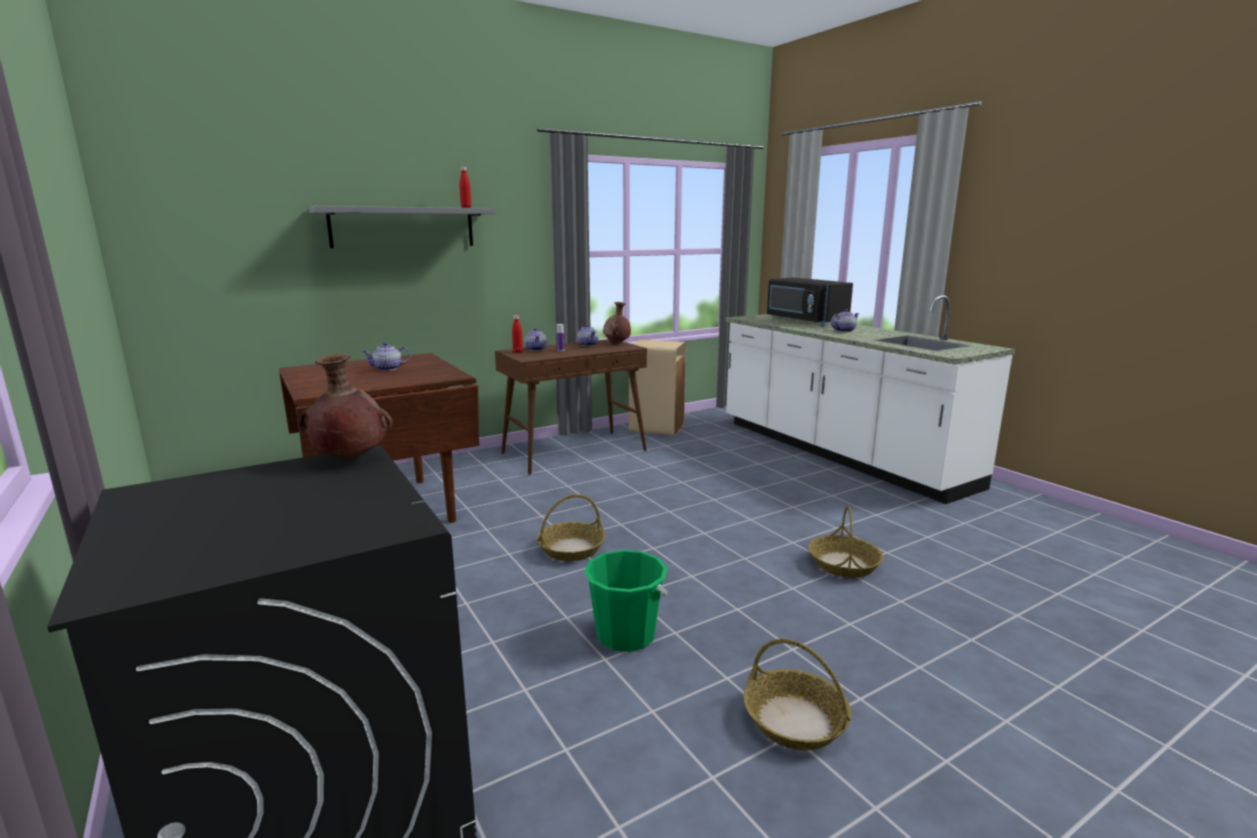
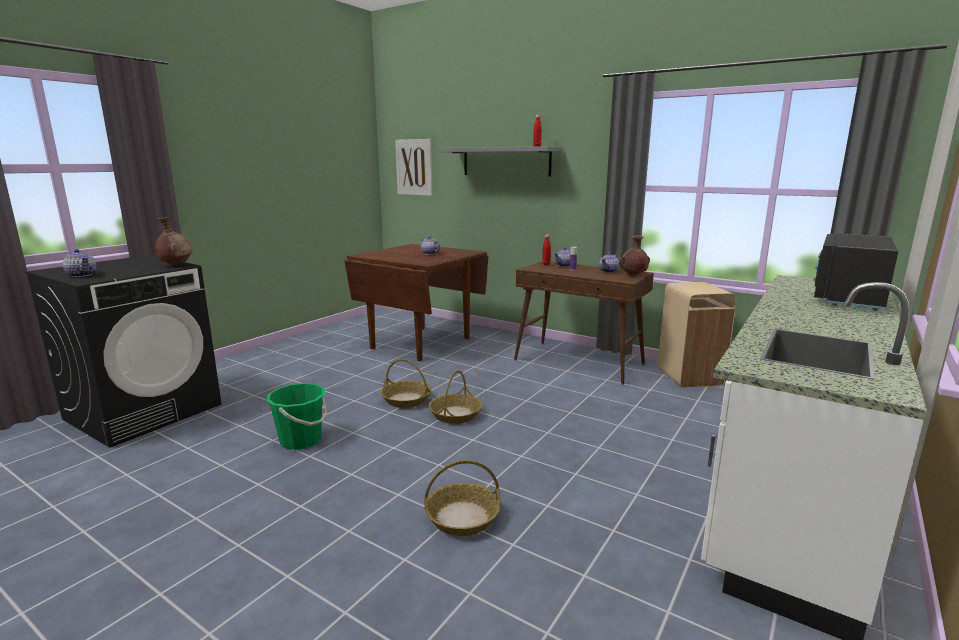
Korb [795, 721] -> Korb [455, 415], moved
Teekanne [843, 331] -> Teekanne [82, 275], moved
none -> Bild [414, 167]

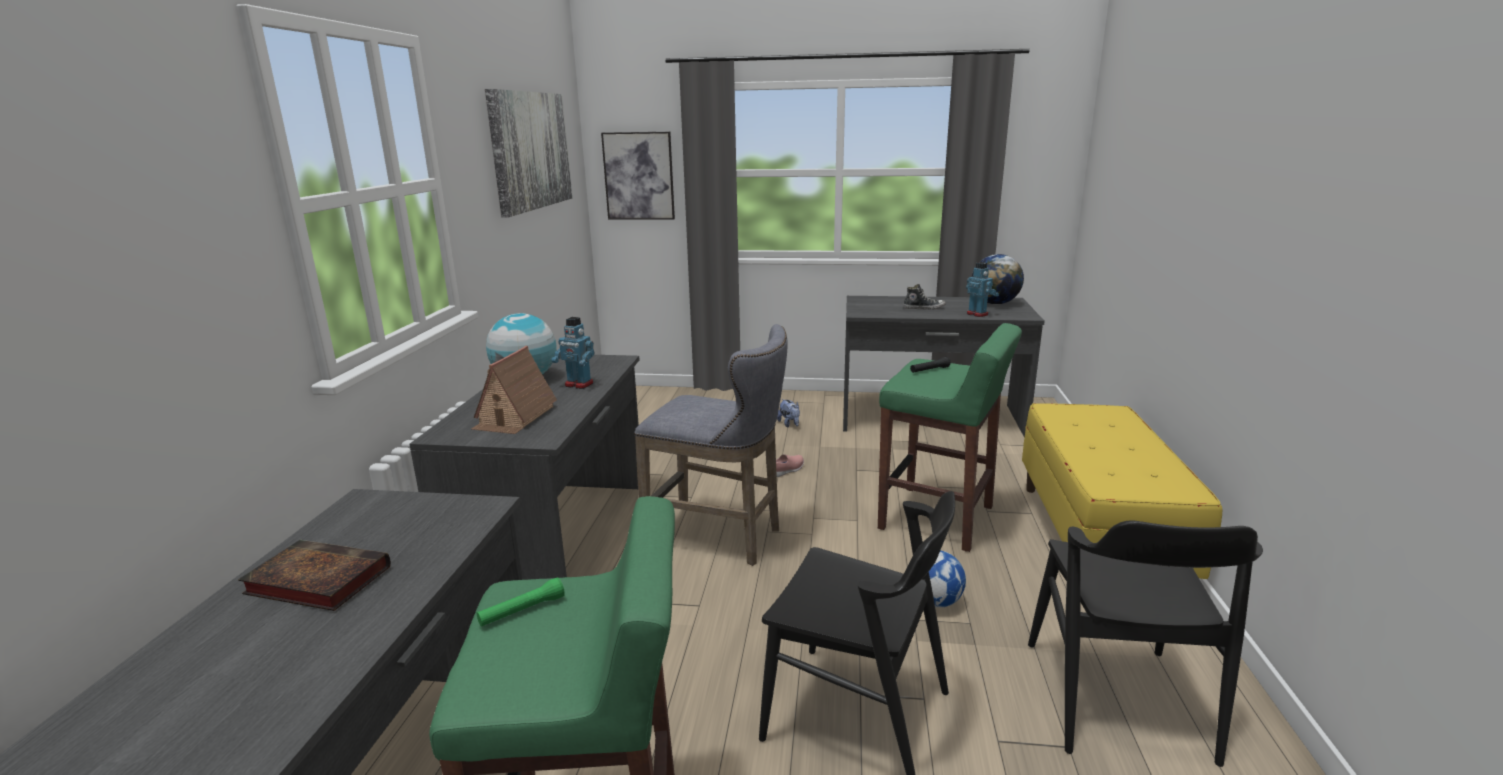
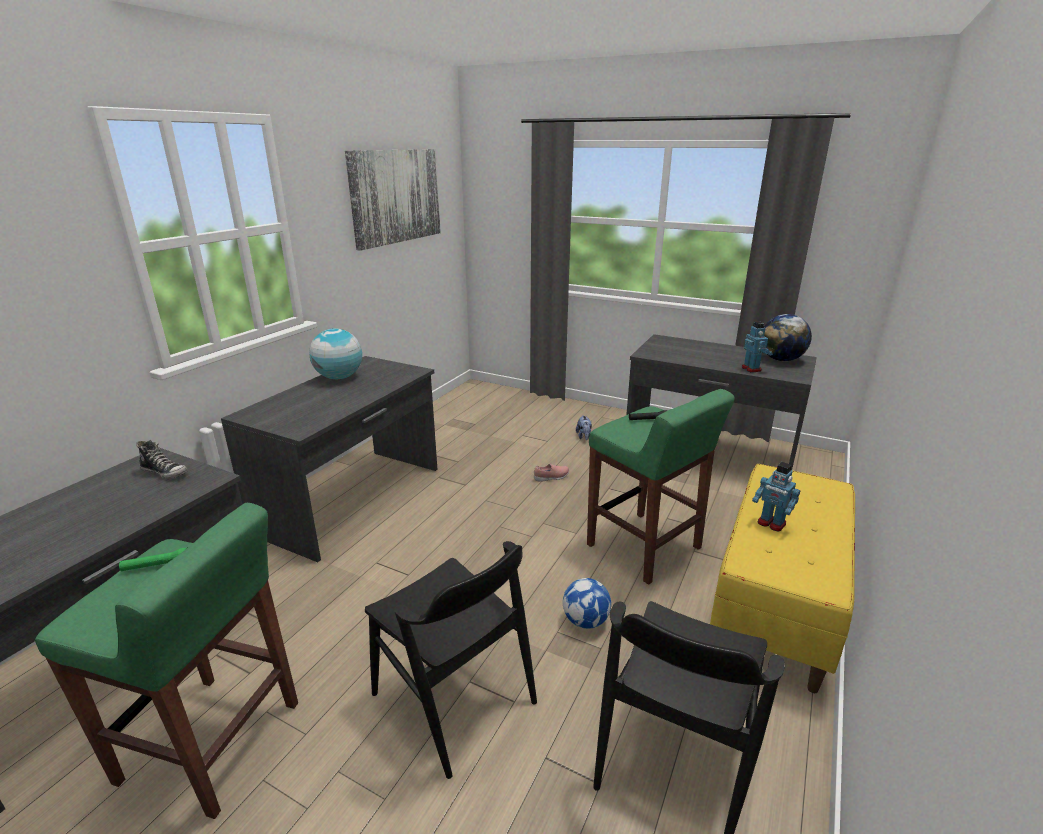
Buch [315, 581] -> none
Spielzeughaus [514, 417] -> none
Spielzeugroboter [578, 384] -> Spielzeugroboter [771, 523], moved
Bild [639, 176] -> none
Hocker/grau [720, 537] -> none
Schuh [924, 308] -> Schuh [165, 472], moved

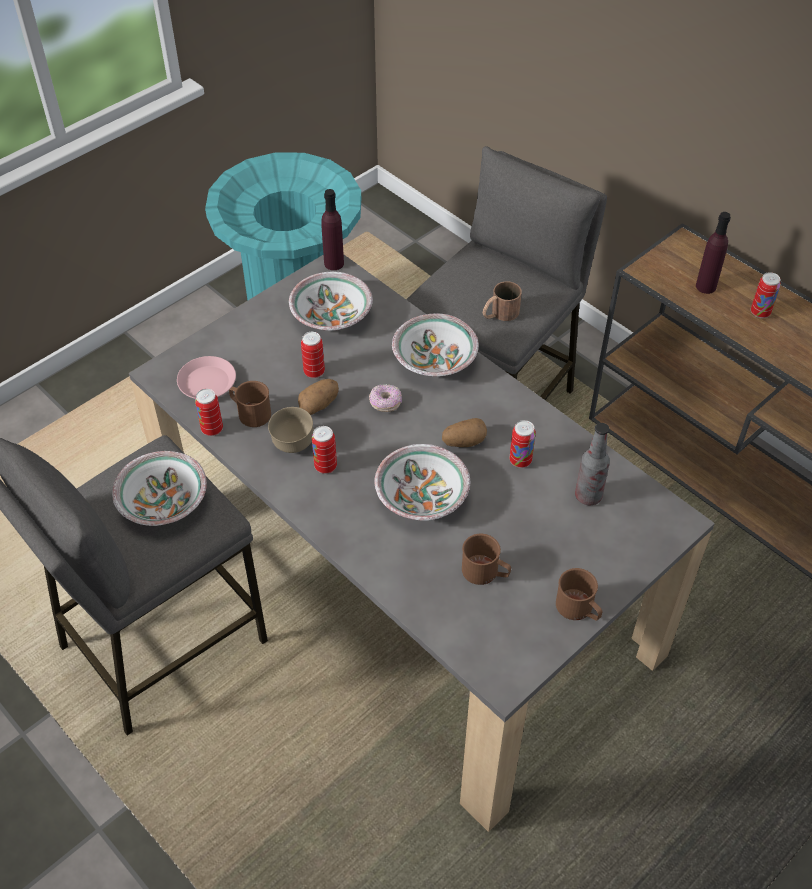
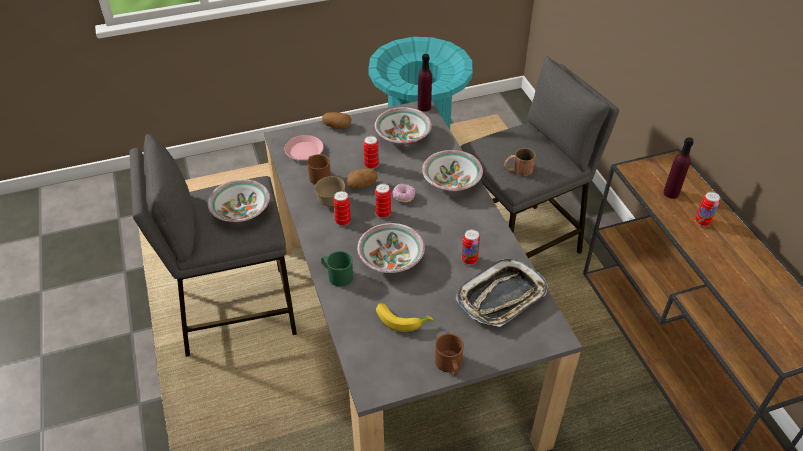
Dose [212, 429] -> Dose [383, 213], moved
Kartoffel [464, 442] -> Kartoffel [337, 126], moved
Henkelbecher/braun [485, 572] -> Banane [402, 319]
Flasche [588, 496] -> Tablett [501, 297]
none -> Henkelbecher/grün [337, 275]

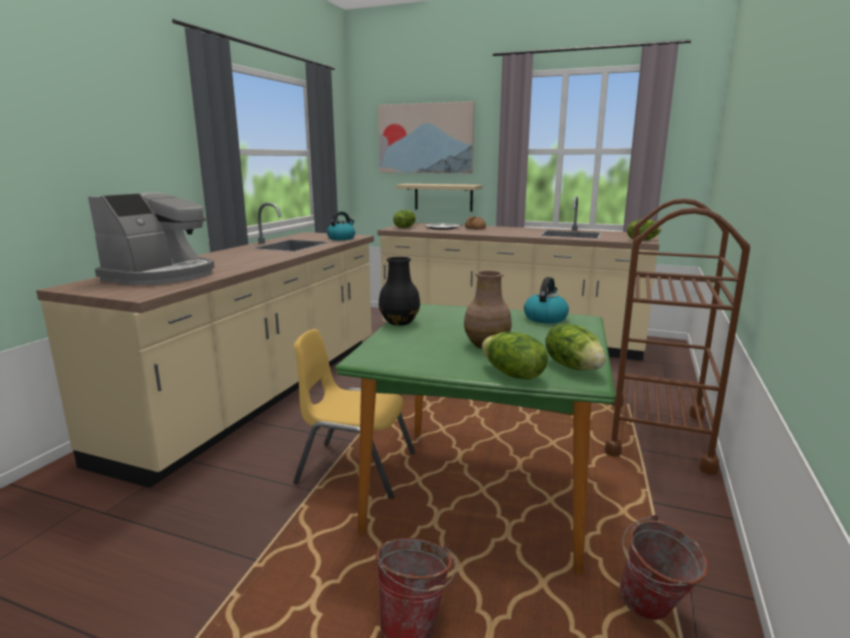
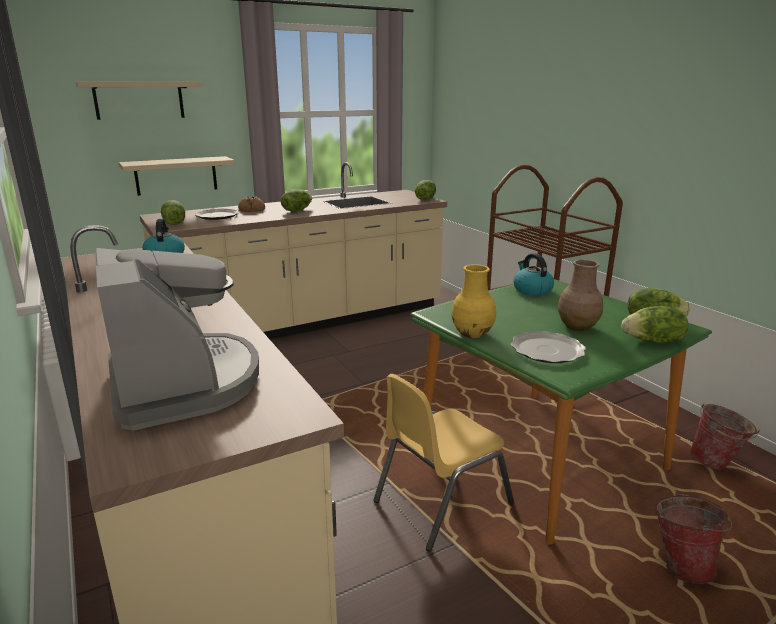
Bild [425, 138] -> Wandregal/beige [139, 100]
Vase/schwarz [400, 322] -> Vase/gelb [472, 333]
none -> Salatkopf [296, 210]
none -> Teller [547, 350]

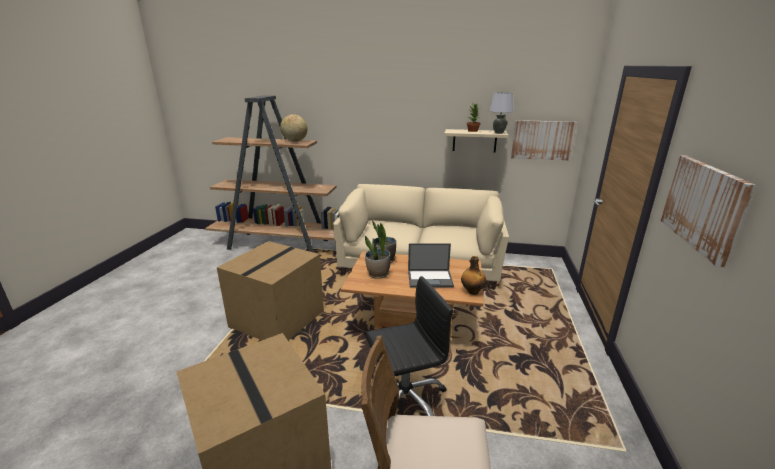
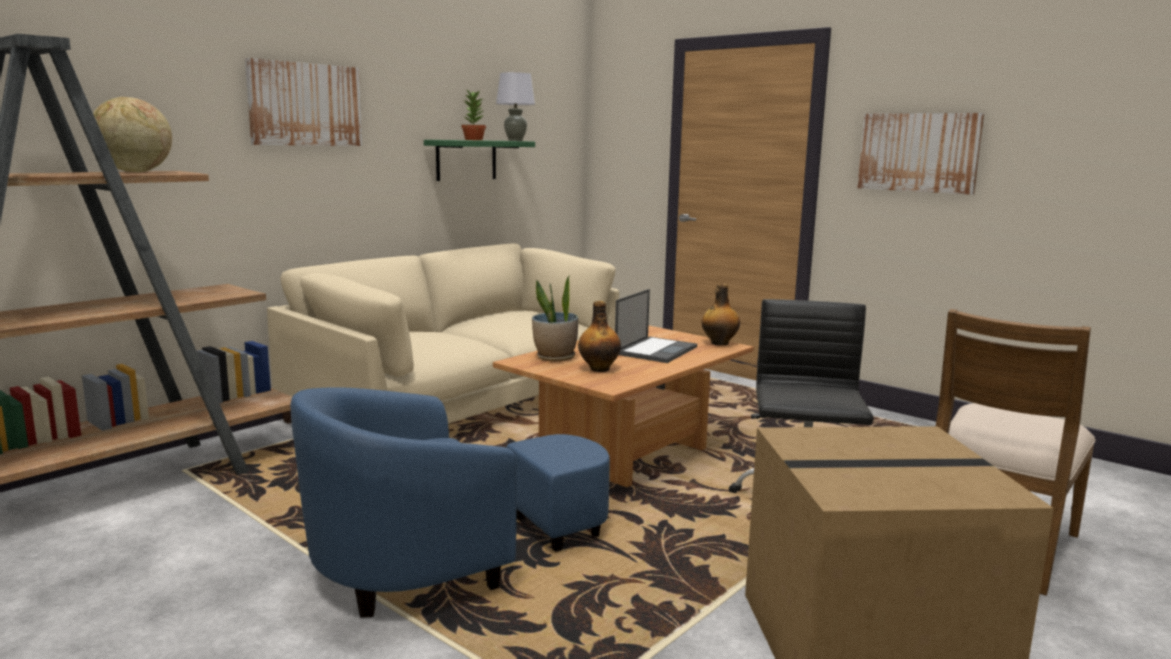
Karton [277, 318] -> Sessel/blau [445, 559]
Topfpflanze [378, 274] -> Flasche [599, 369]
Wandregal/beige [474, 140] -> Wandregal/grün [466, 160]
Bild [542, 140] -> Bild [305, 104], moved

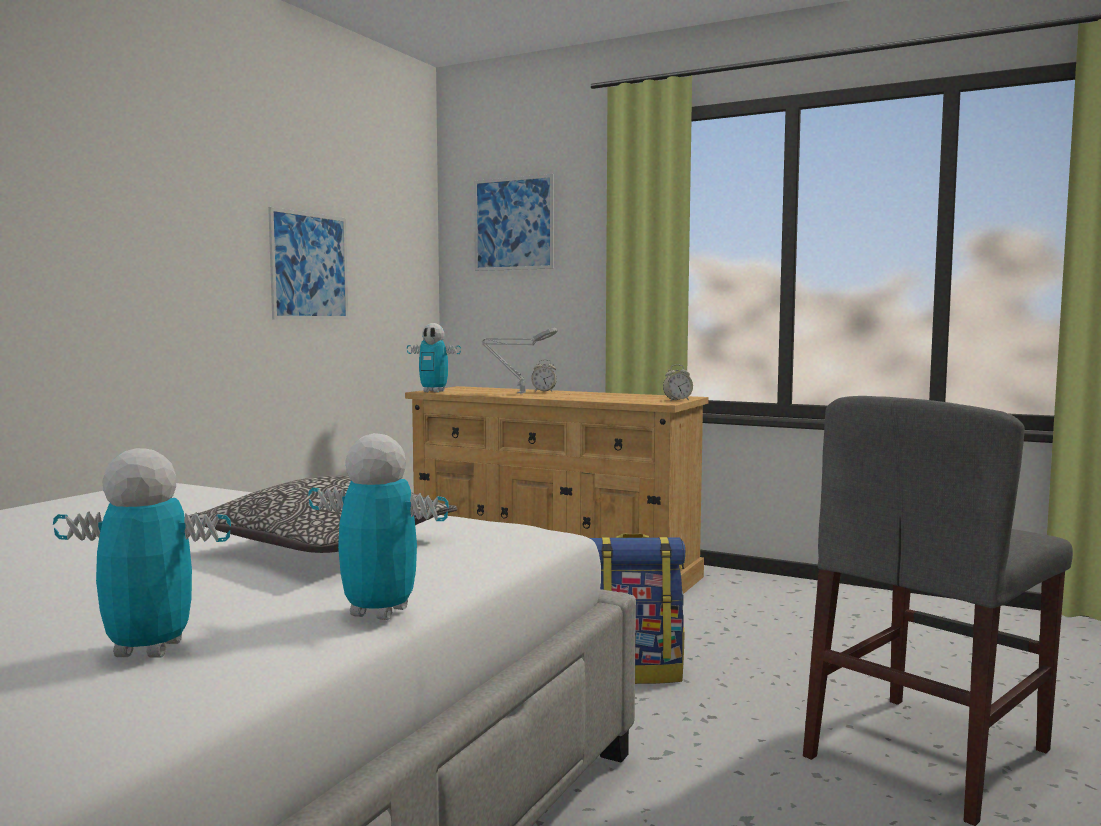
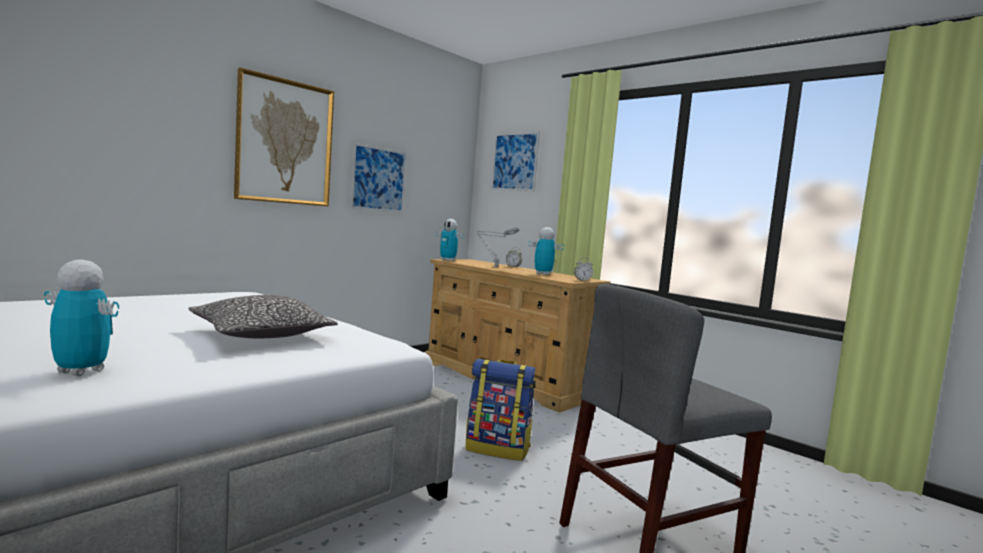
Spielzeugroboter [379, 612] -> Spielzeugroboter [543, 274], moved
none -> Bild [285, 142]

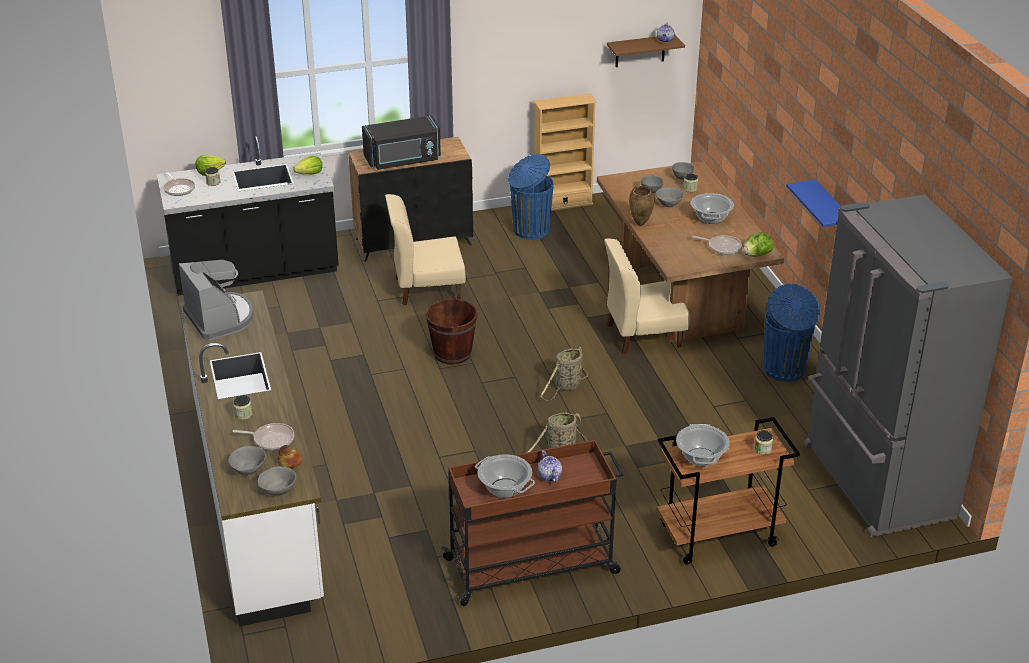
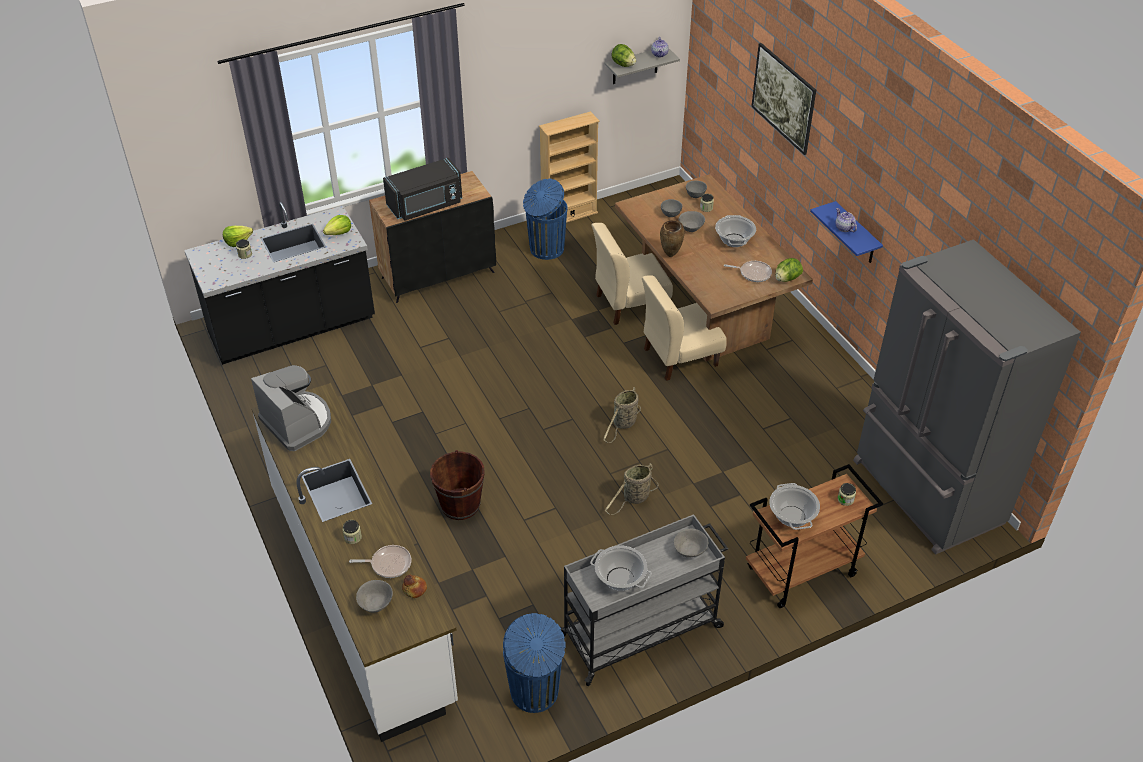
Pfanne [179, 189] -> none
Schüssel/grau [278, 490] -> Schüssel/grau [690, 550], moved
Stuhl/beige [427, 288] -> Stuhl/beige [629, 303], moved
Eimer/braun [452, 353] -> Eimer/braun [460, 505], moved
Rollwagen/braun [533, 566] -> Rollwagen/grau [641, 630]
Teekanne [549, 476] -> Teekanne [844, 228], moved
Wandregal/braun [640, 51] -> Wandregal/grau [635, 66]
Mülleimer/blau [784, 370] -> Mülleimer/blau [535, 693], moved
none -> Salatkopf [623, 65]
none -> Bild [781, 114]

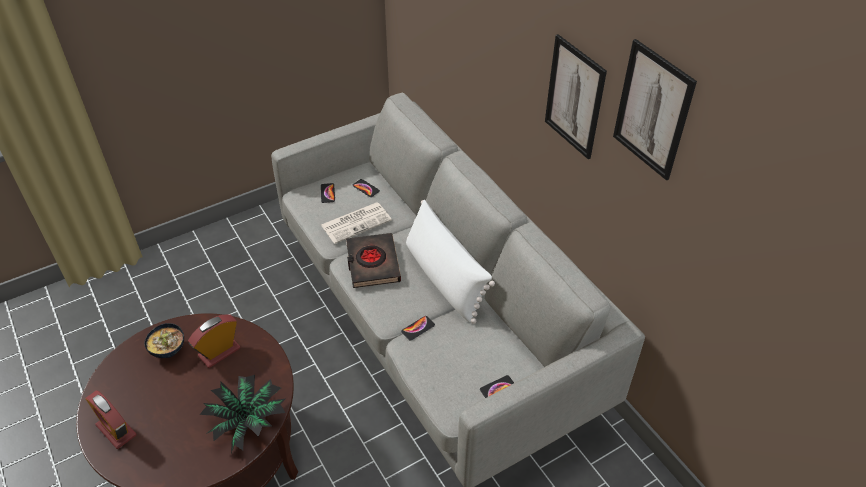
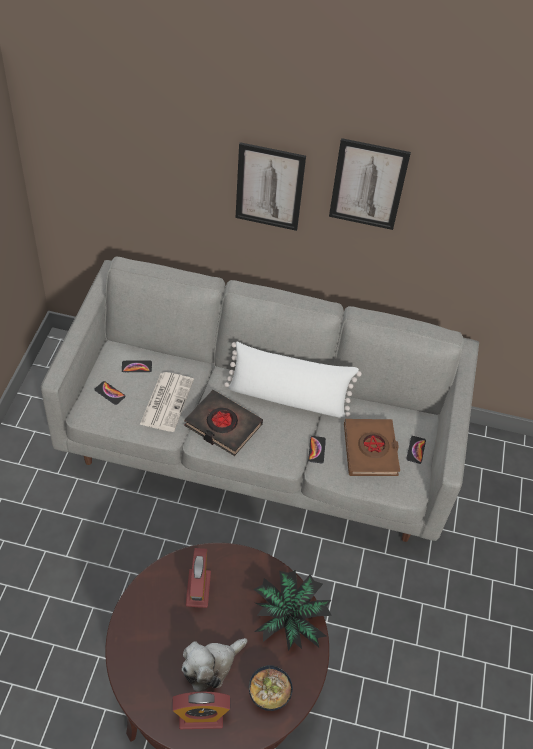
Schüssel [169, 350] -> Schüssel [269, 694], moved
Bild [652, 110] -> Bild [269, 187], moved
none -> Plüschtier [211, 666]
none -> Buch/braun [370, 450]

